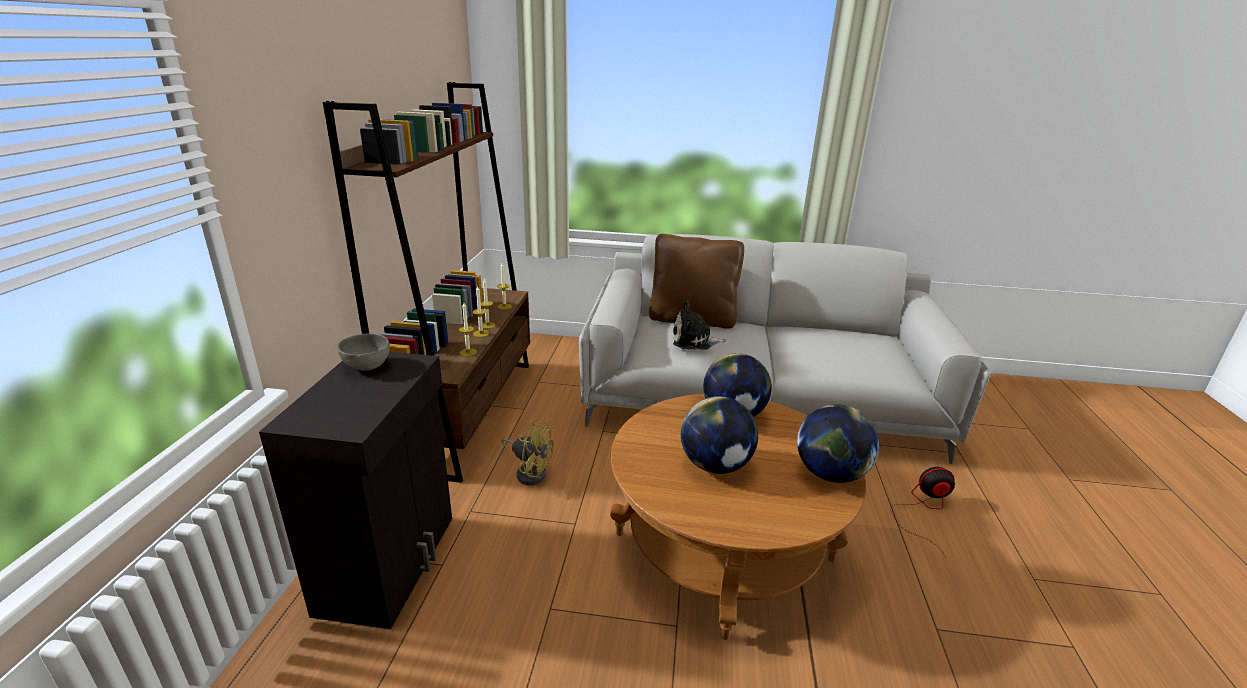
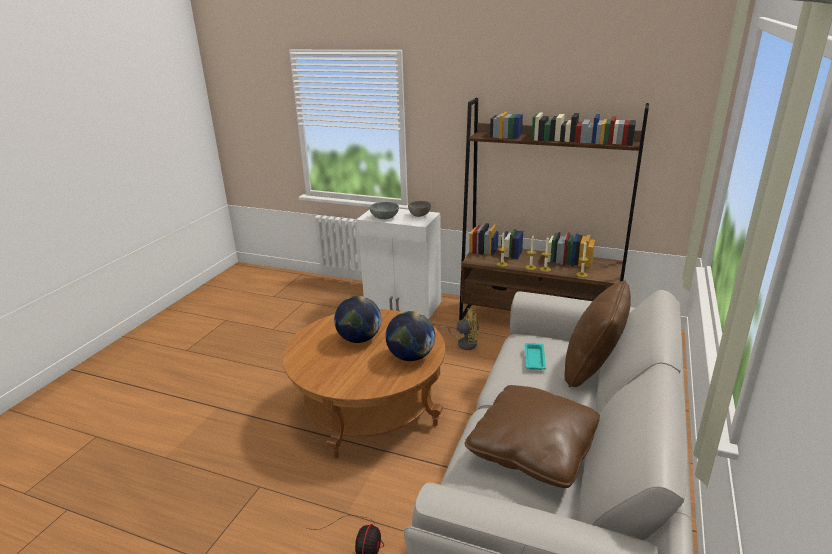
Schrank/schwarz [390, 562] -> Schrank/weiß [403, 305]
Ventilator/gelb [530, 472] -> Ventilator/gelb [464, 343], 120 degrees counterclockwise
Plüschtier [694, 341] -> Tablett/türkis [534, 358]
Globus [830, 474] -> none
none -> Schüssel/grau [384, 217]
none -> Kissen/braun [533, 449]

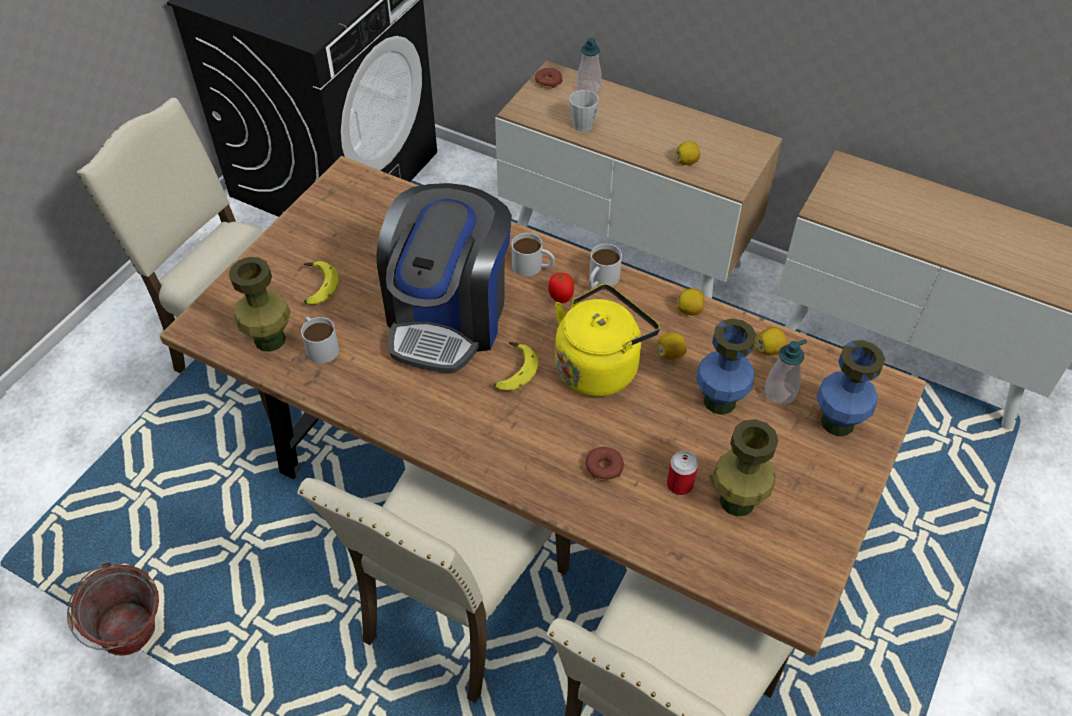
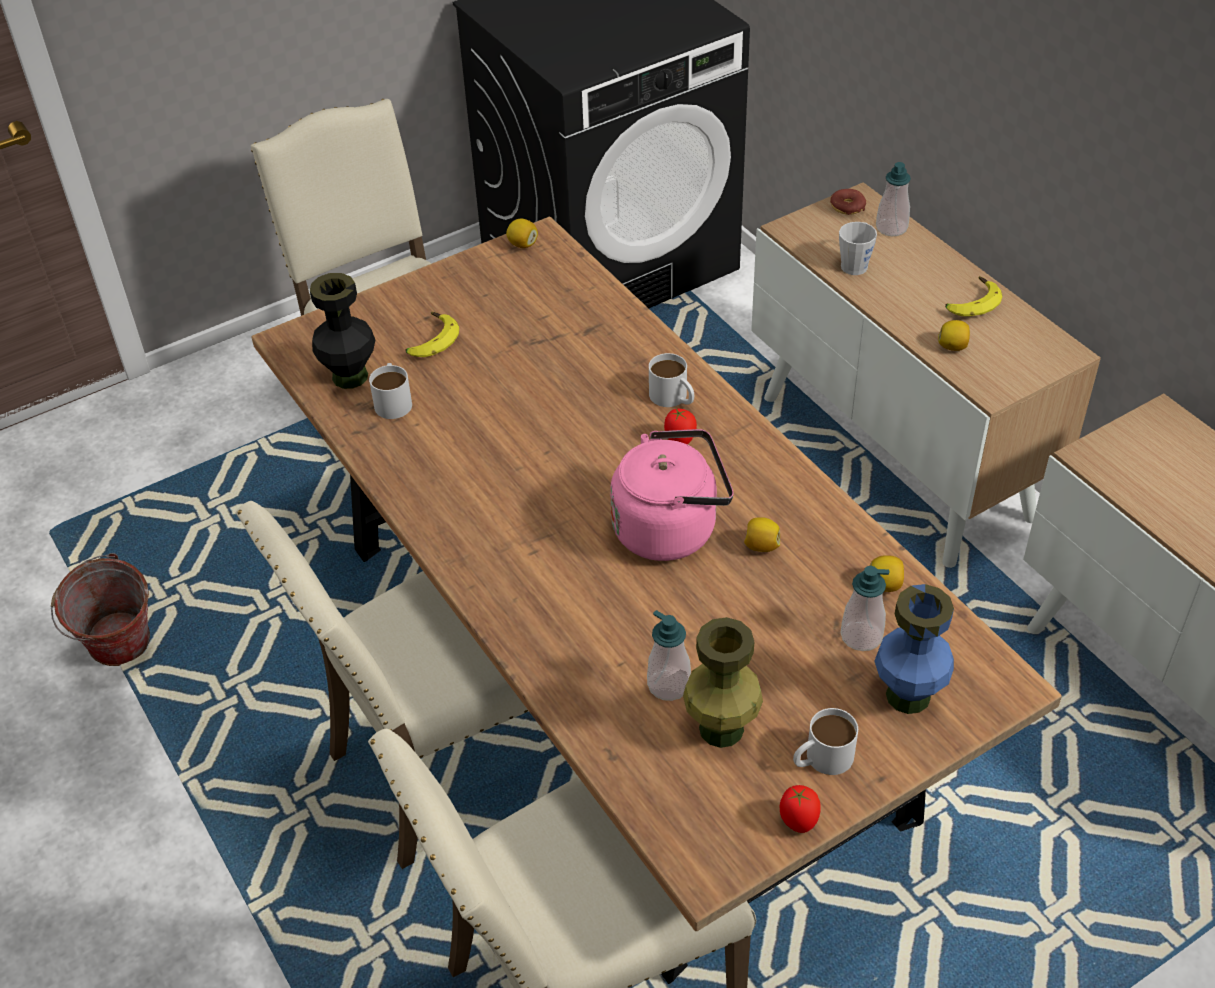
Vase/grün [269, 339] -> Vase/schwarz [350, 376]
Kaffeemaschine [448, 316] -> none
Banane [512, 371] -> Banane [970, 303], moved
Wasserkessel/gelb [600, 366] -> Wasserkessel/rosa [671, 528]
Donut [604, 467] -> none
Henkelbecher/weiß [601, 280] -> Henkelbecher/weiß [821, 759], moved
Dose [680, 484] -> Seifenspender [668, 685]
Zitrone [690, 310] -> Zitrone [522, 244], moved
Vase/blau [719, 401] -> none
none -> Tomate [798, 821]

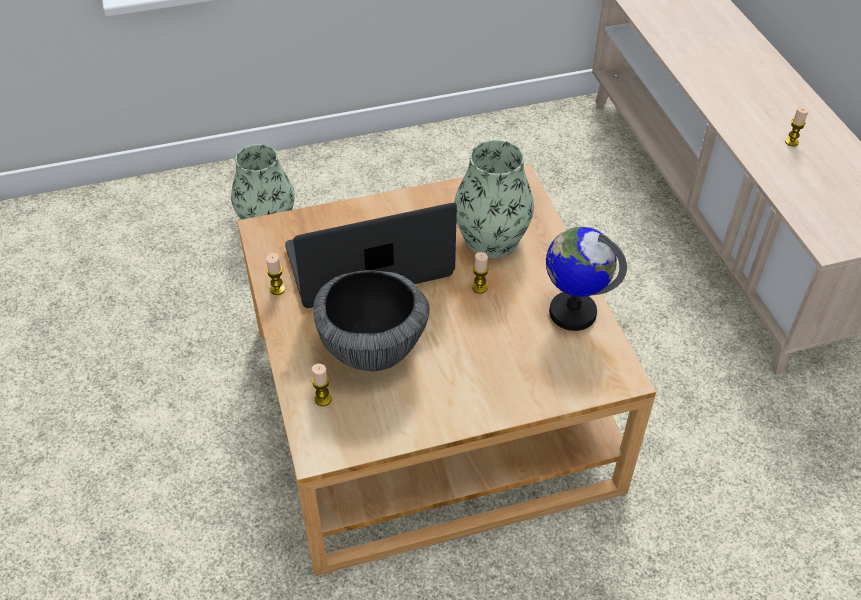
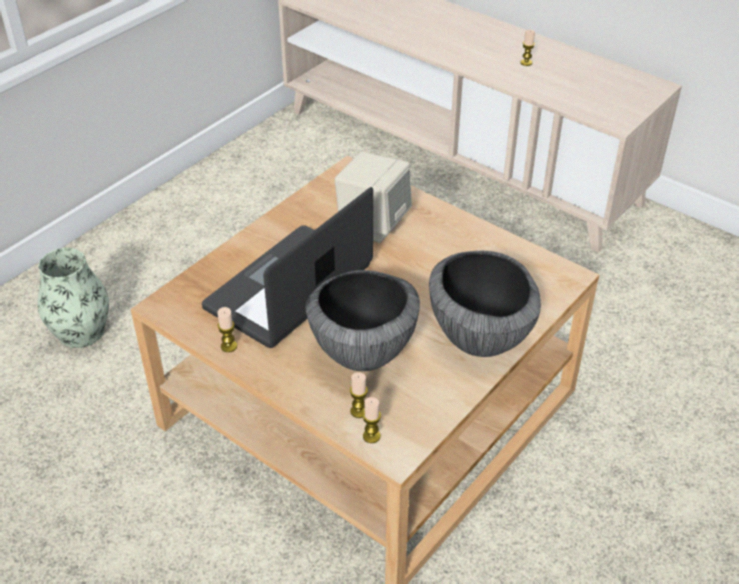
Vase [491, 239] -> Lautsprecher/beige [373, 223]
Kerze [479, 288] -> Kerze [371, 436], moved
Globus [572, 312] -> none
none -> Schüssel [480, 338]

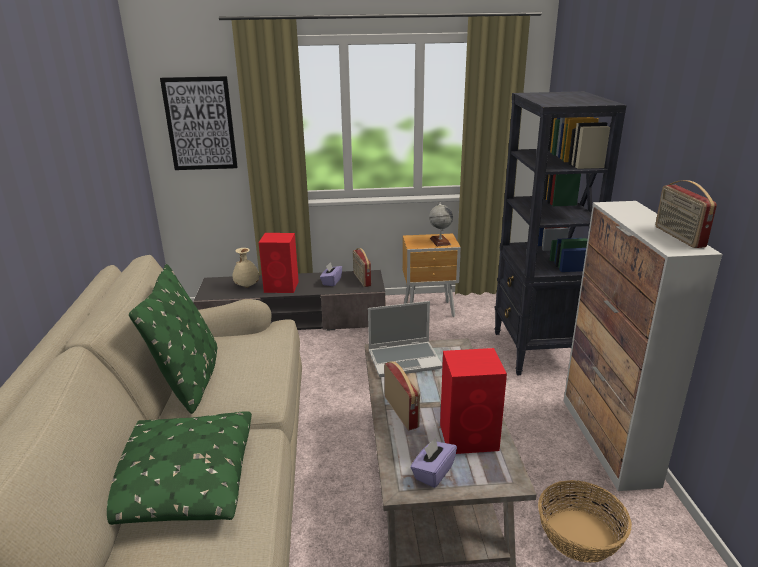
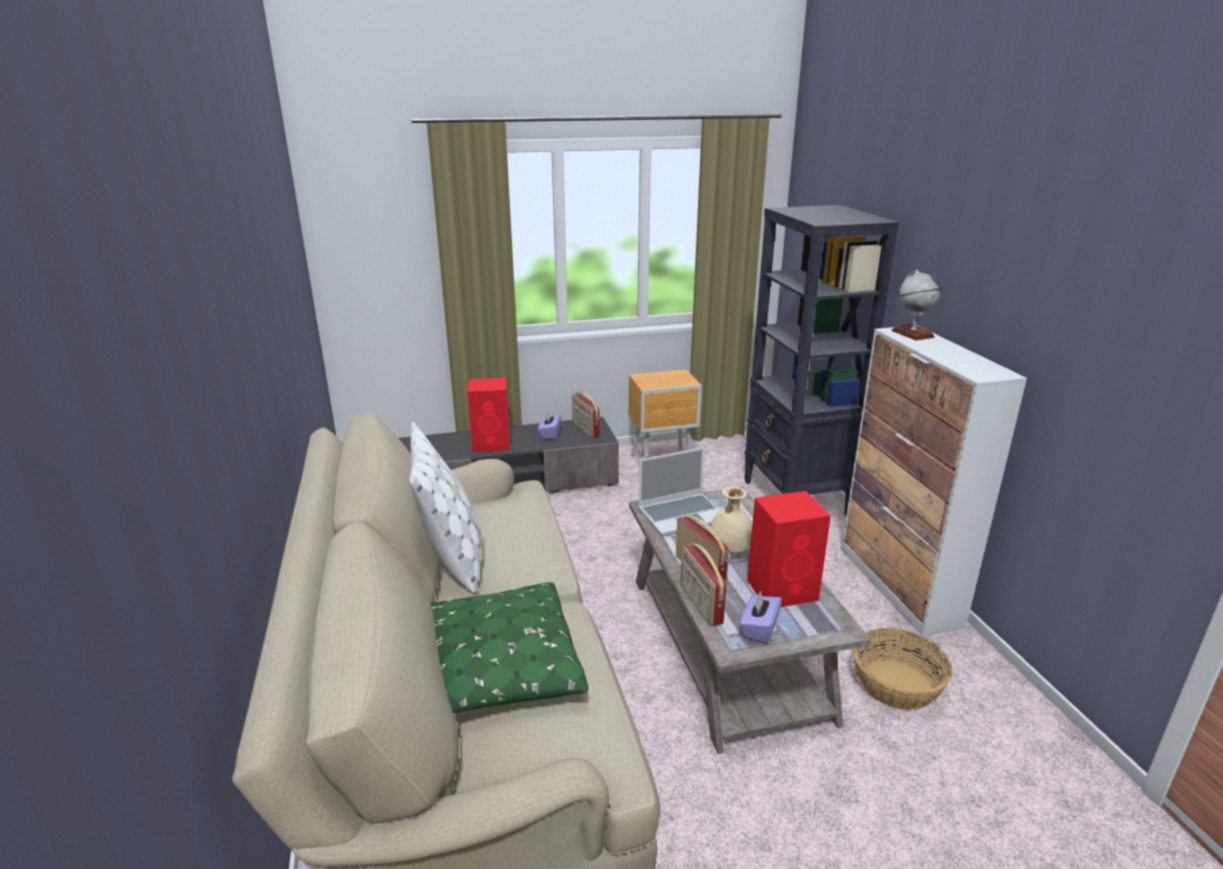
Kissen/grün [190, 380] -> Kissen/weiß [452, 556]
Bild [200, 124] -> none
Vase/beige [247, 286] -> Vase/beige [729, 549], moved
Globus [440, 241] -> Globus [912, 334], moved
Radio [678, 237] -> Radio [700, 604], moved

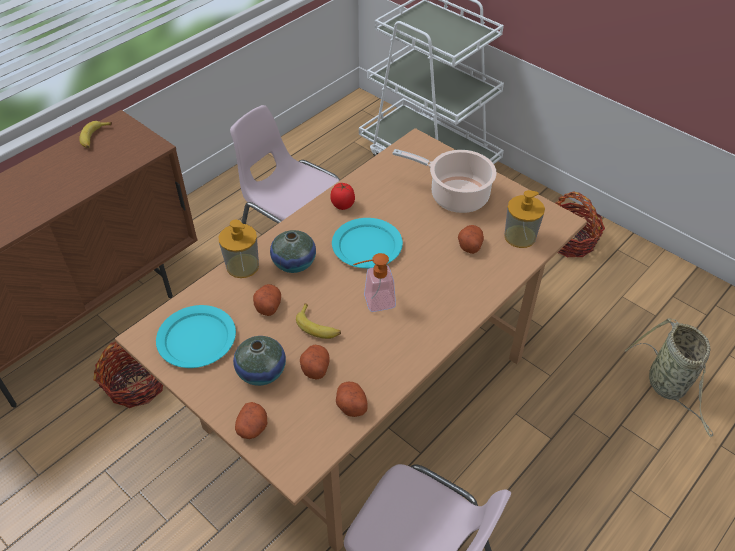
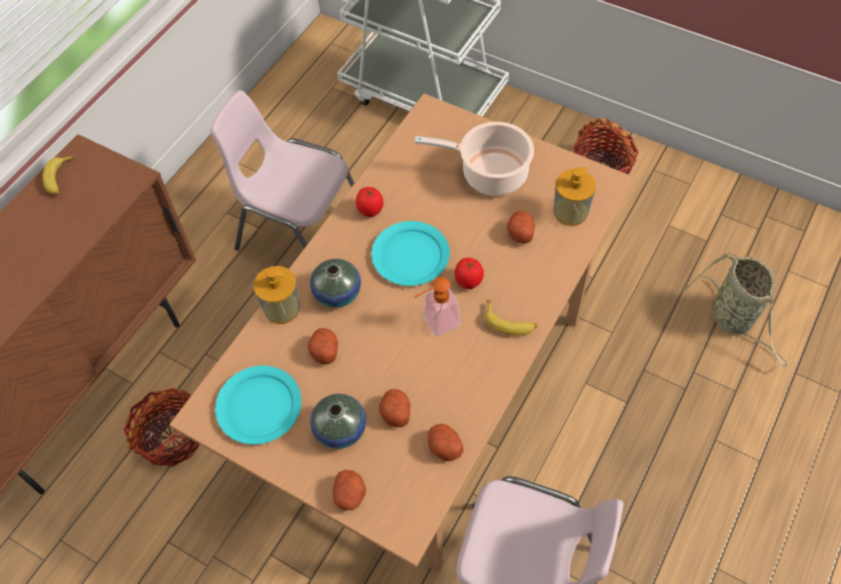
Banane [318, 326] -> Banane [509, 322], moved
none -> Tomate [468, 281]

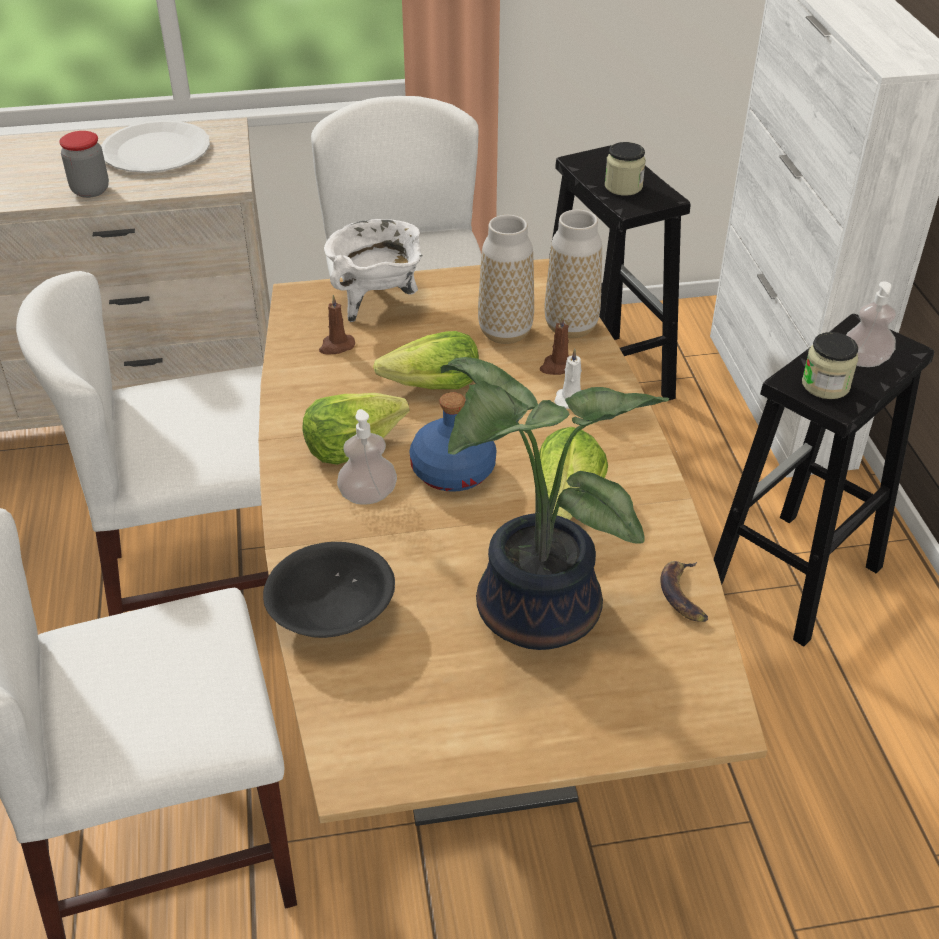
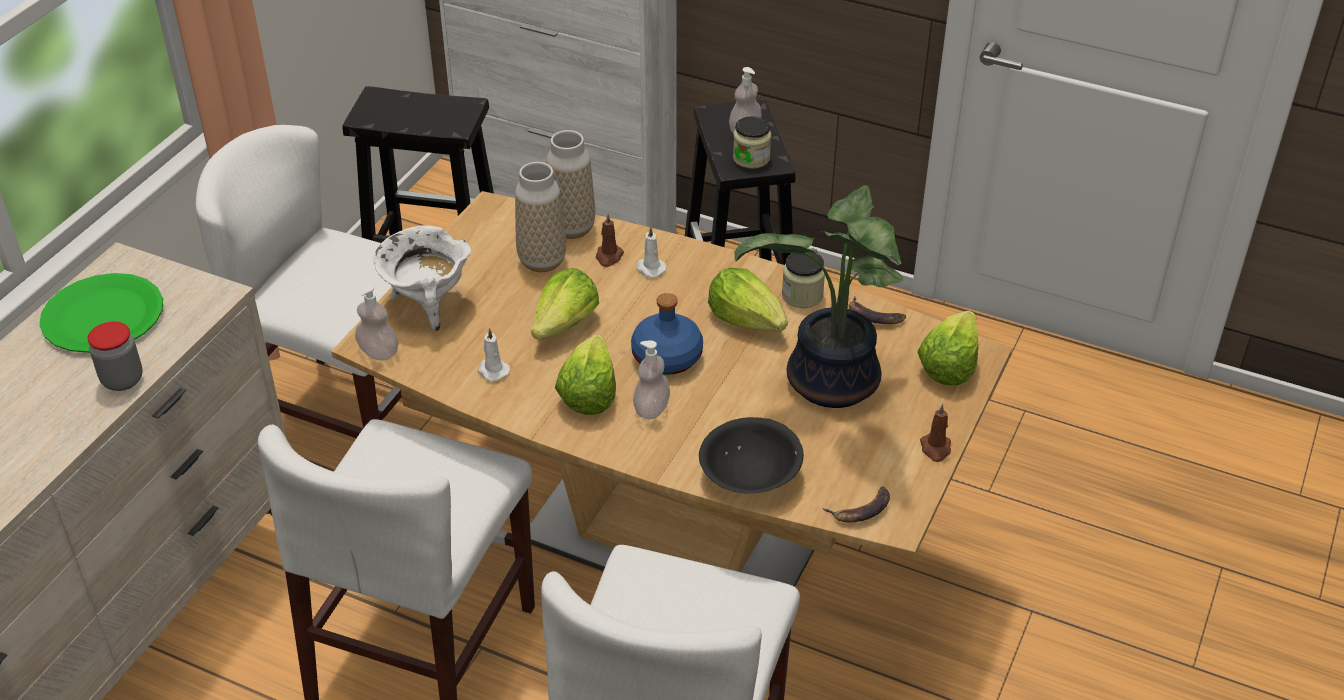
Teller/weiß [156, 150] -> Teller/grün [103, 316]
Kerze/braun [336, 346] -> Kerze/braun [935, 448], moved
Vorratsglas [623, 186] -> Vorratsglas [802, 295], moved
none -> Seifenspender [379, 352]
none -> Kerze/weiß [492, 370]
none -> Banane [861, 509]
none -> Salatkopf [948, 365]

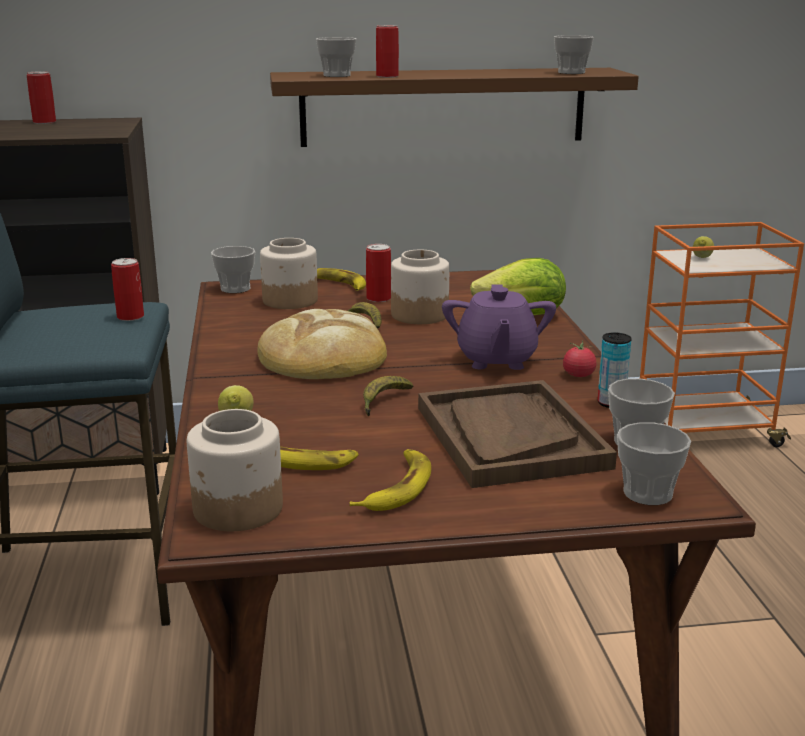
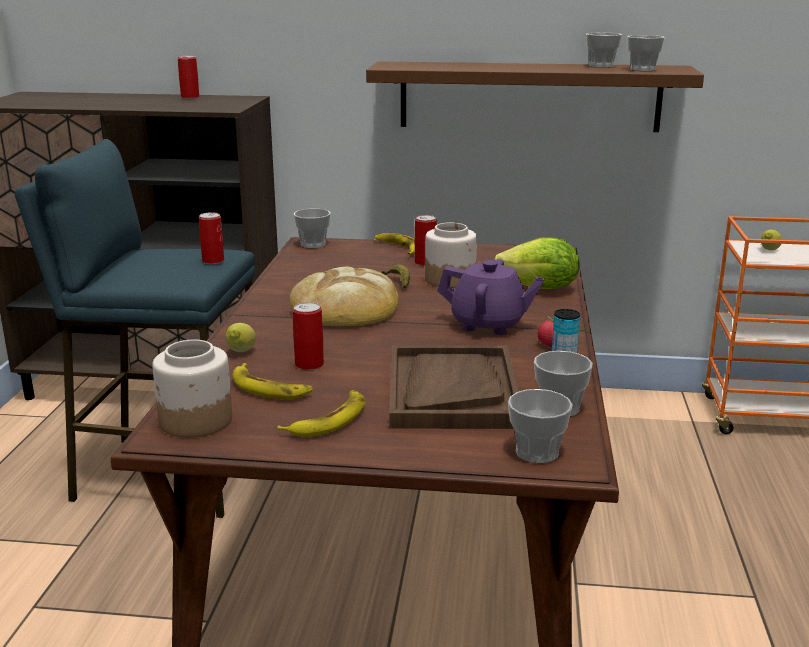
Vorratsglas [289, 301] -> none
Tasse [337, 75] -> Tasse [601, 66], moved
Banane [383, 402] -> none
Dose [387, 76] -> Dose [309, 364], moved
Teekanne/lila [496, 360] -> Teekanne/lila [488, 324], 90 degrees counterclockwise

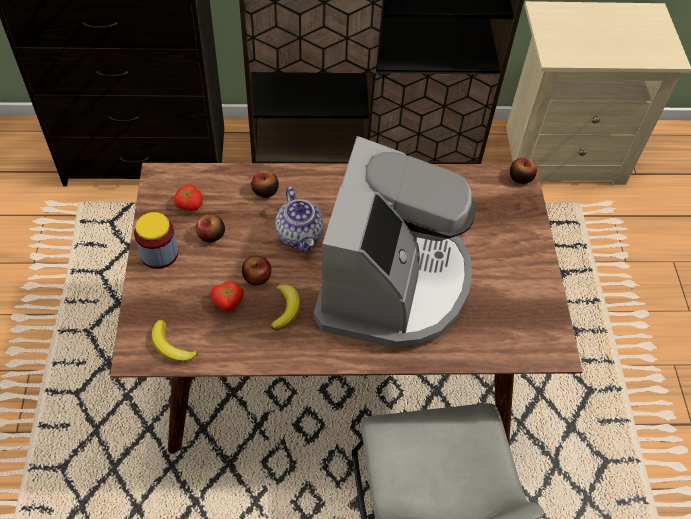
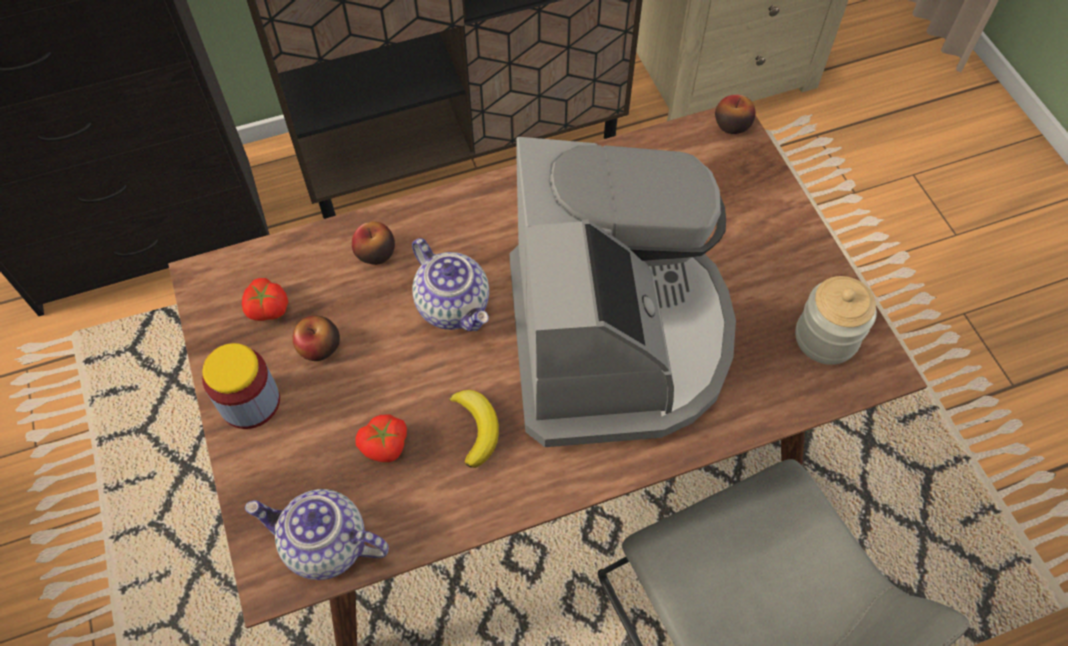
Banane [171, 346] -> Teekanne [325, 545]
Apfel [257, 276] -> none
none -> Vorratsglas [826, 337]

